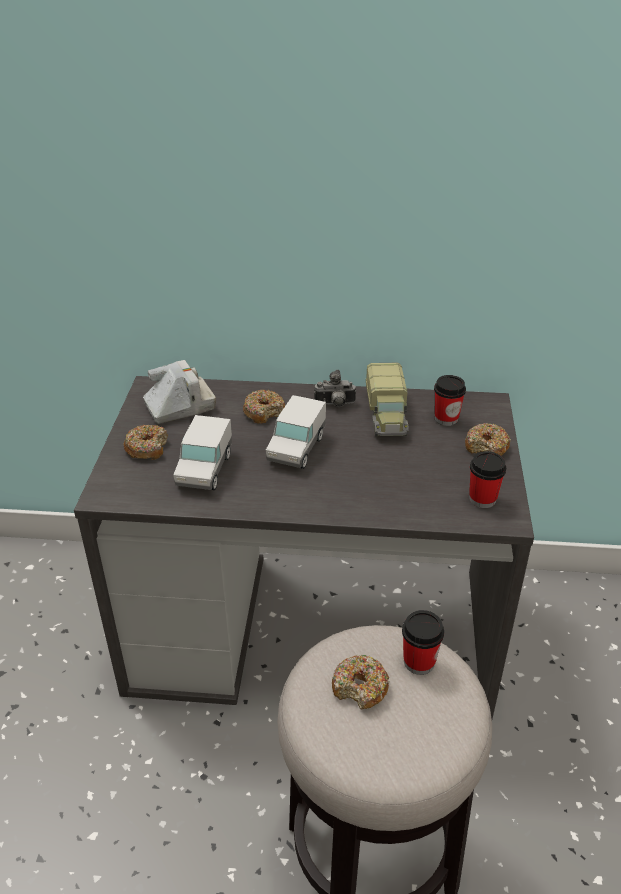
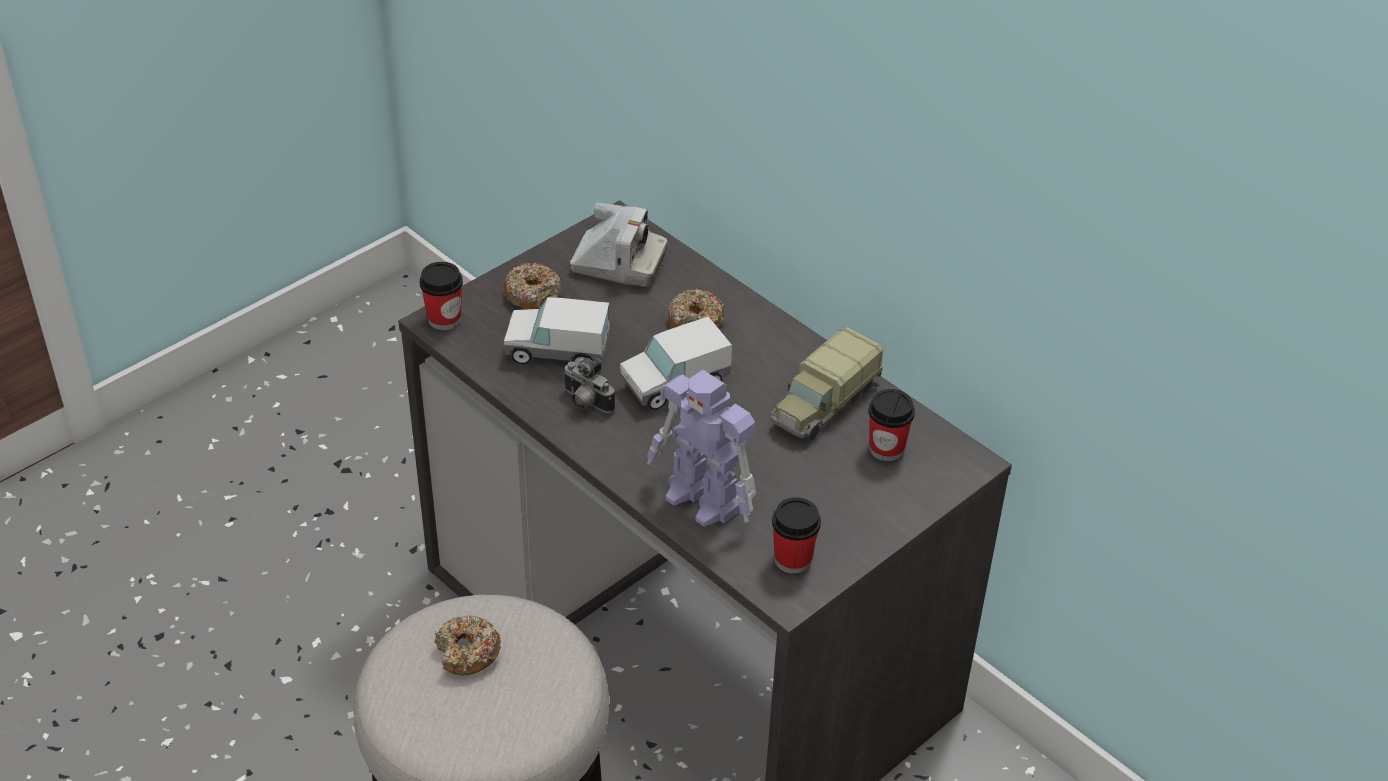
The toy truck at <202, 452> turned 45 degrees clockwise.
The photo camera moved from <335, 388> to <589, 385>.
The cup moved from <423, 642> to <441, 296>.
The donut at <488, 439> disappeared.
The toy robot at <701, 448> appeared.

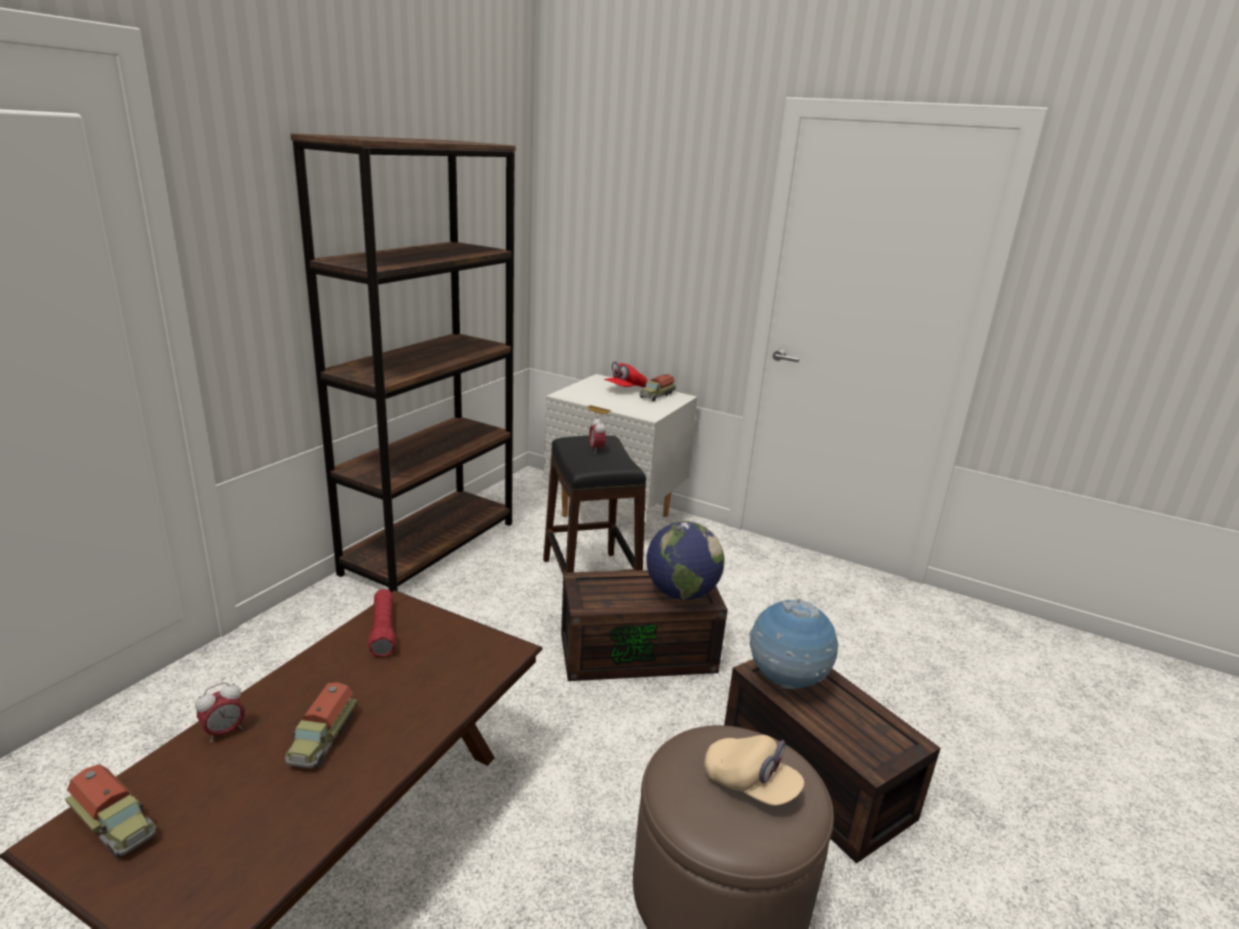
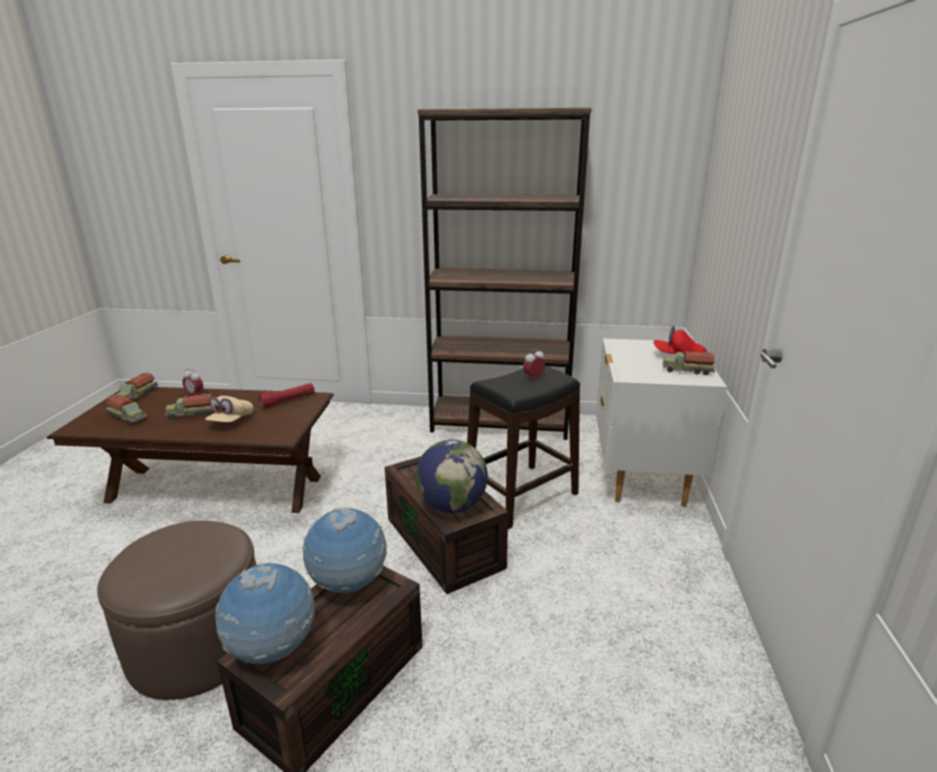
The beige cap moved from <754, 770> to <229, 409>.
The toy truck at <126, 410> appeared.
The globe at <265, 613> appeared.

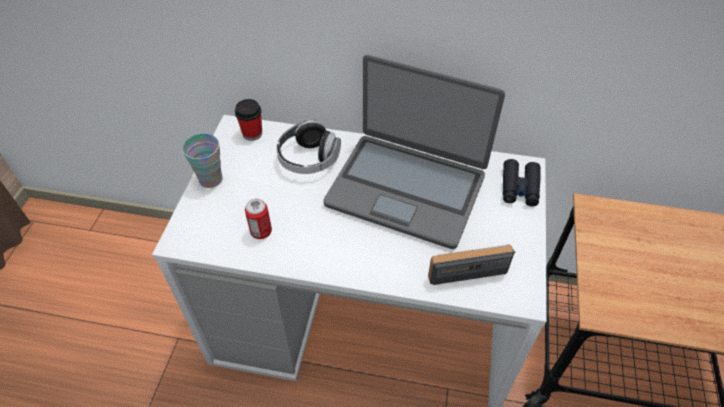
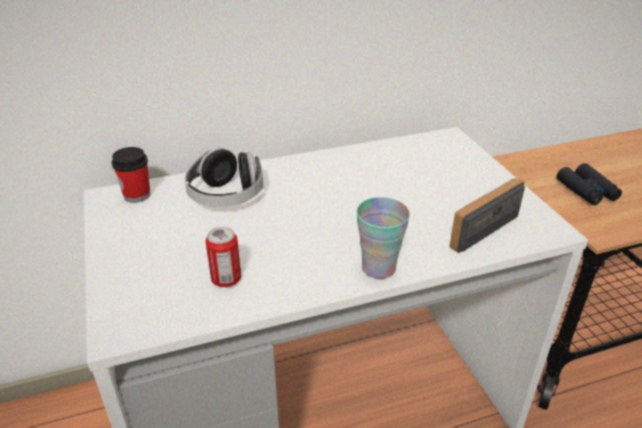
The cup moved from <202, 160> to <383, 238>.
The laptop at <414, 152> disappeared.
The black binoculars moved from <522, 183> to <589, 184>.

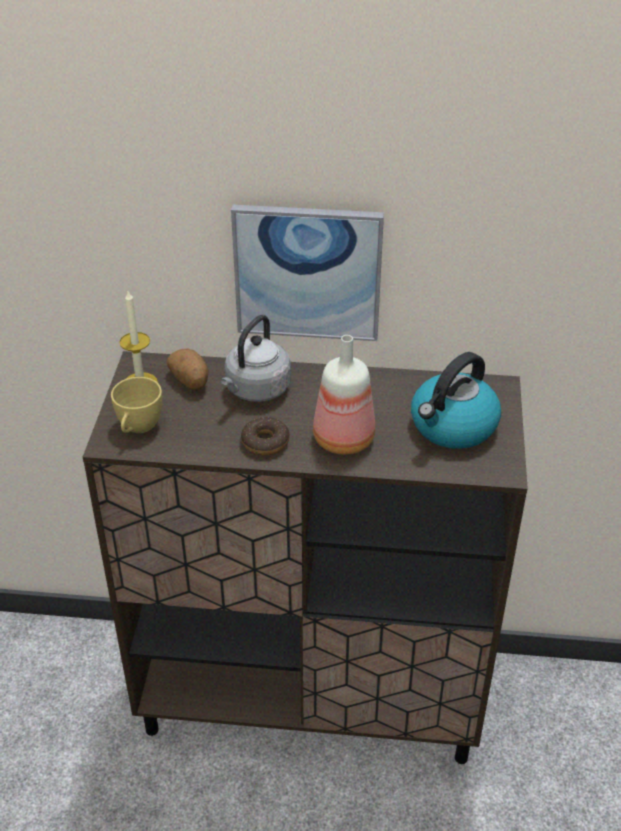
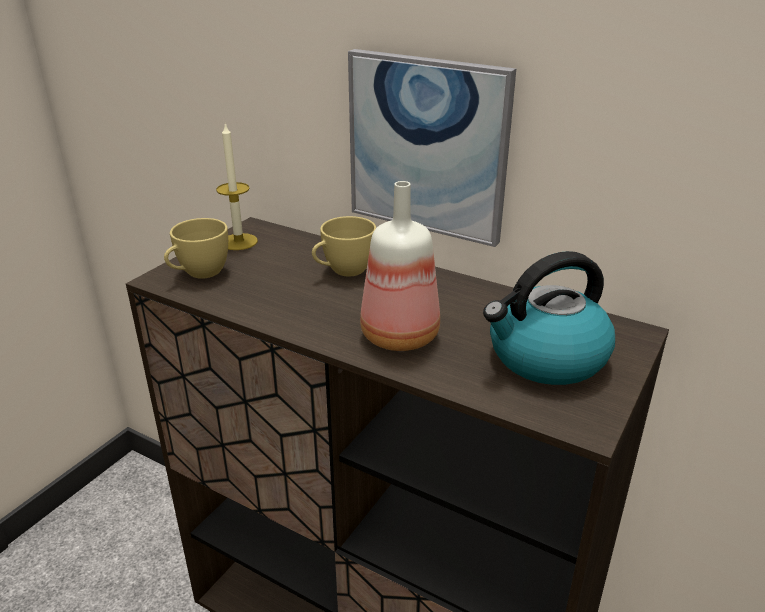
The potato at <187, 369> disappeared.
The grey kettle at <255, 358> was replaced by the yellow cup at <344, 246>.
The donut at <265, 436> disappeared.

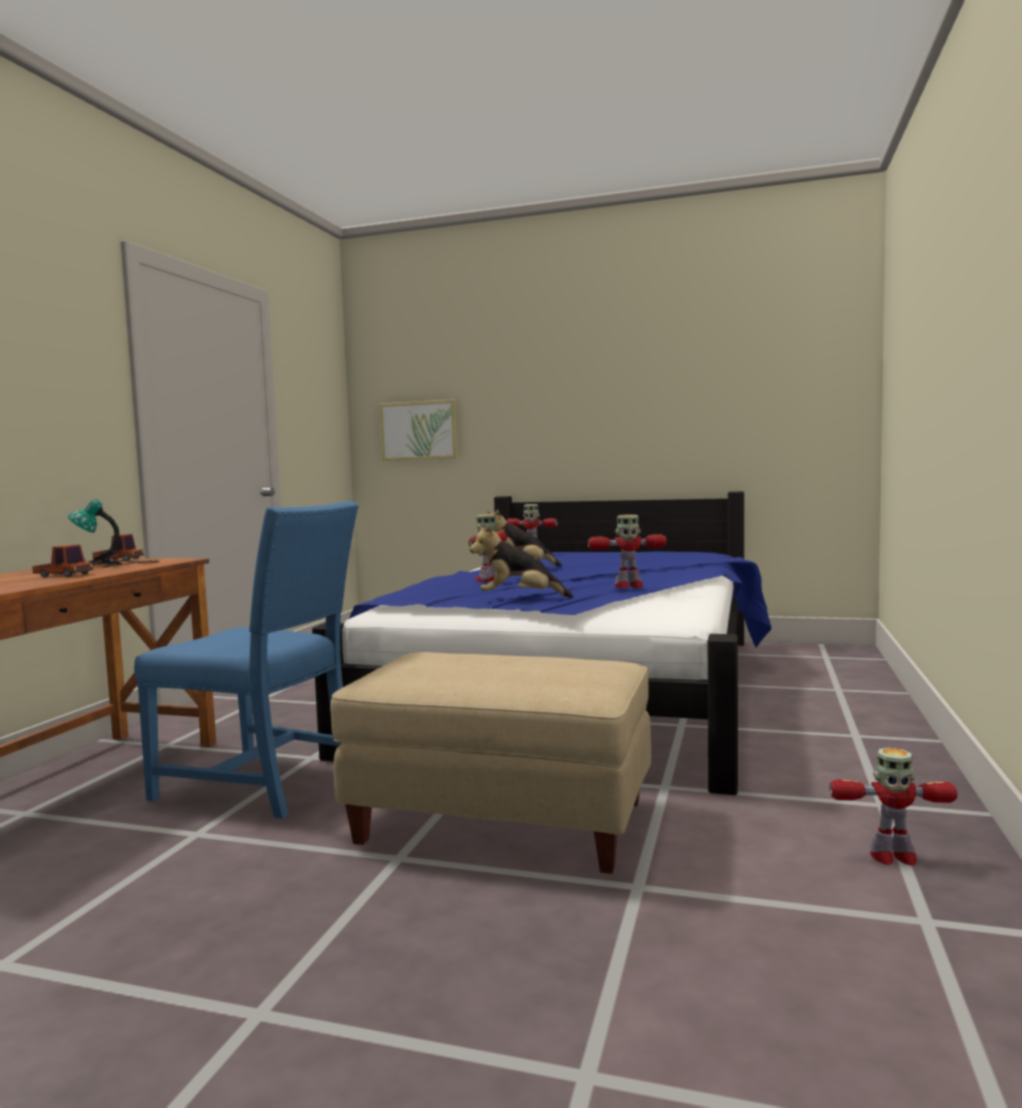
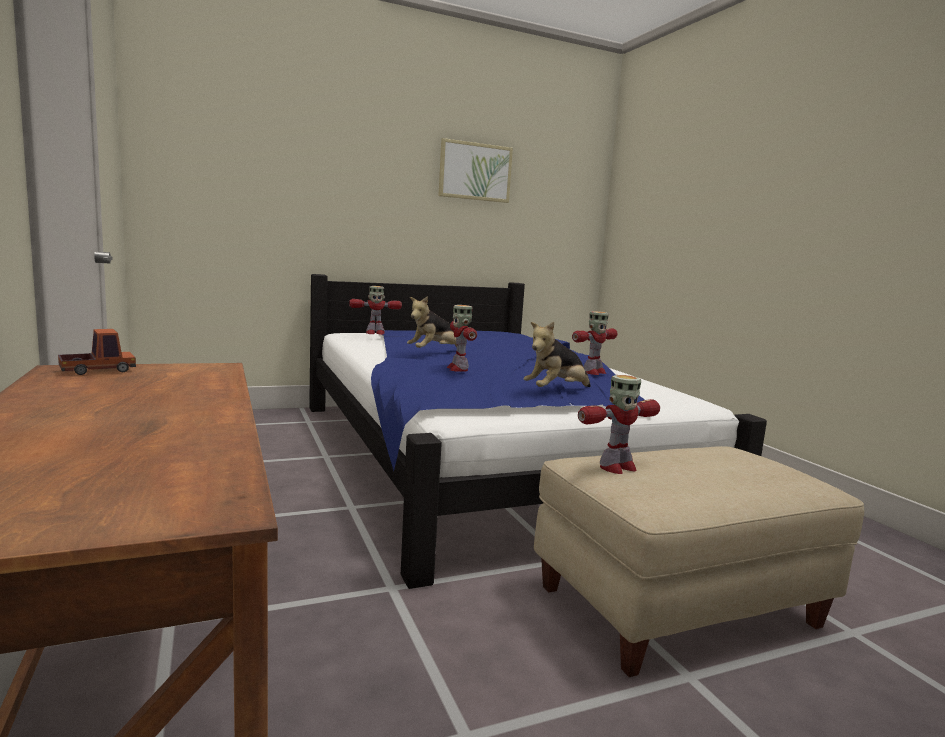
The toy truck at <62, 561> disappeared.
The table lamp at <113, 533> disappeared.
The blue chair at <246, 660> disappeared.
The picture moved from <418, 430> to <475, 170>.
The toy robot moved from <893, 806> to <619, 424>.

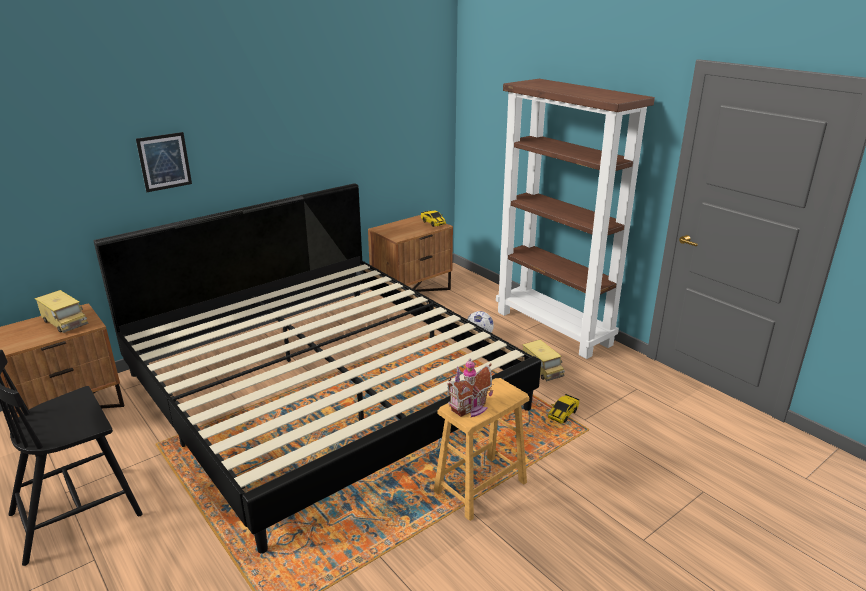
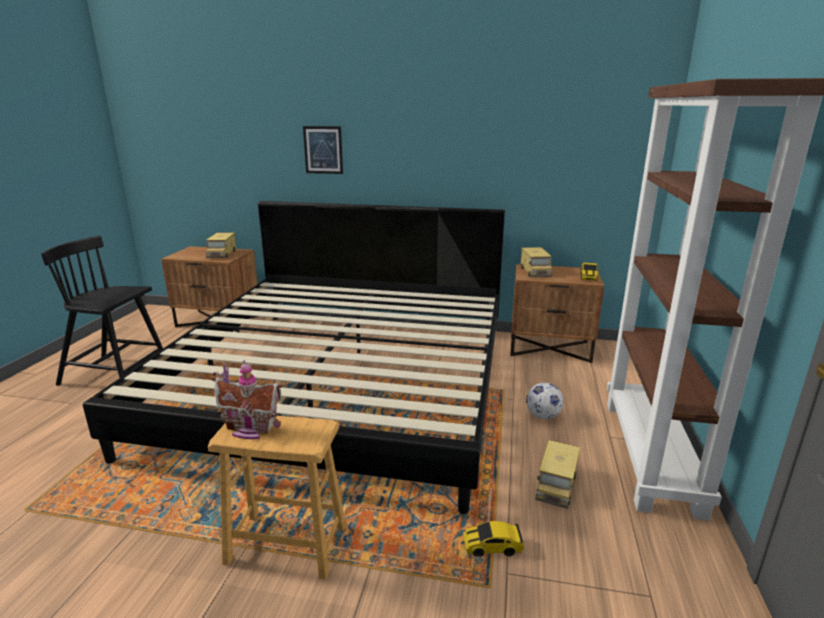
The toy truck at <537, 262> appeared.

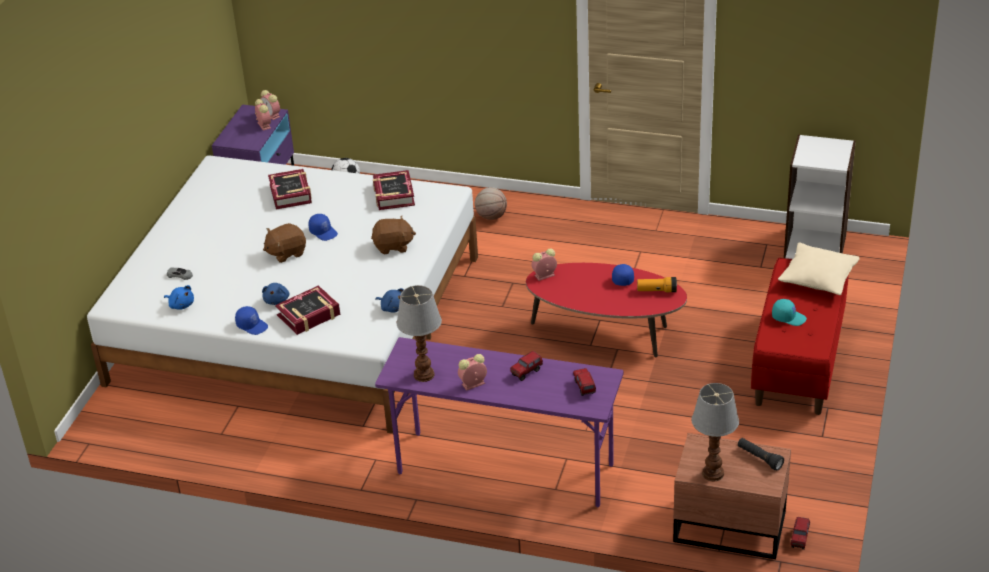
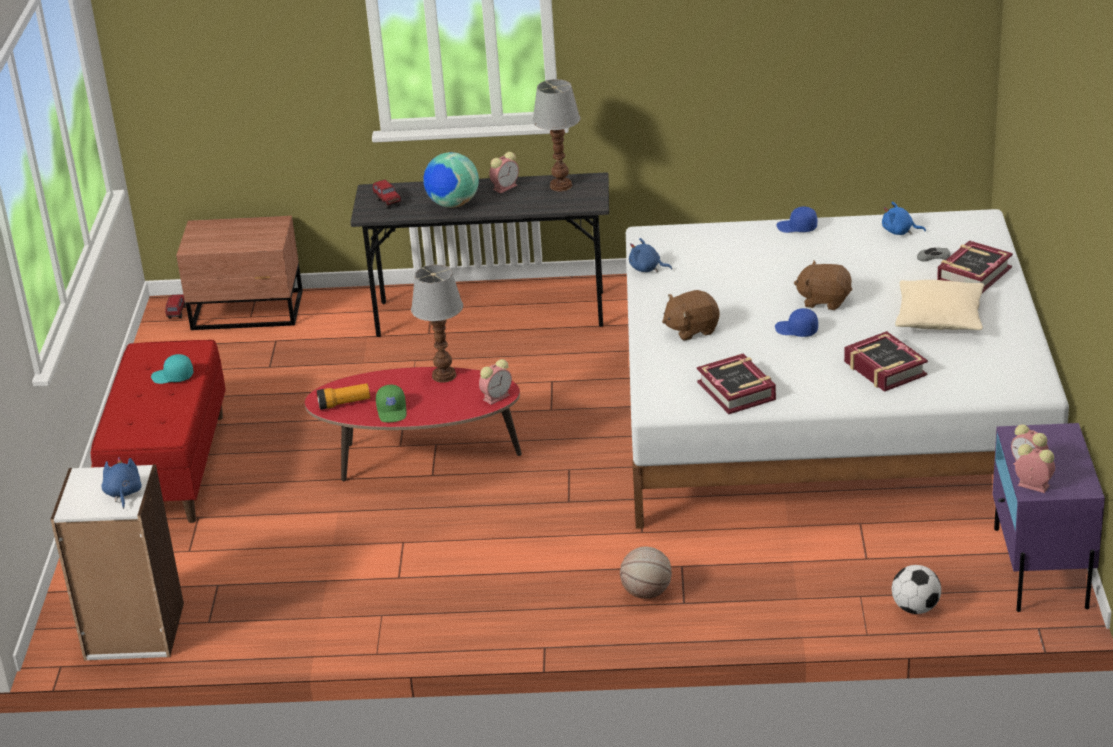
The blue plush toy moved from <276, 294> to <122, 483>.
The brown plush toy at <284, 243> turned 120 degrees counterclockwise.
The book moved from <307, 310> to <975, 267>.
The purple desk at <499, 422> became the grey desk at <479, 254>.
The toy truck at <526, 366> was replaced by the globe at <451, 180>.
The blue cap at <623, 275> became the green cap at <391, 403>.
The table lamp moved from <715, 432> to <437, 323>.
The black flashlight at <761, 454> disappeared.
The beige pillow moved from <819, 268> to <939, 305>.

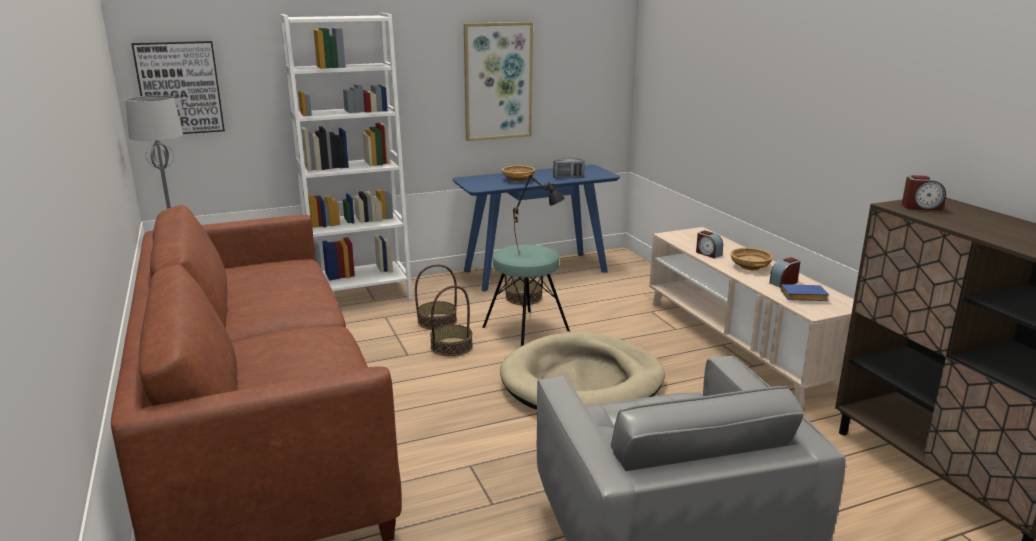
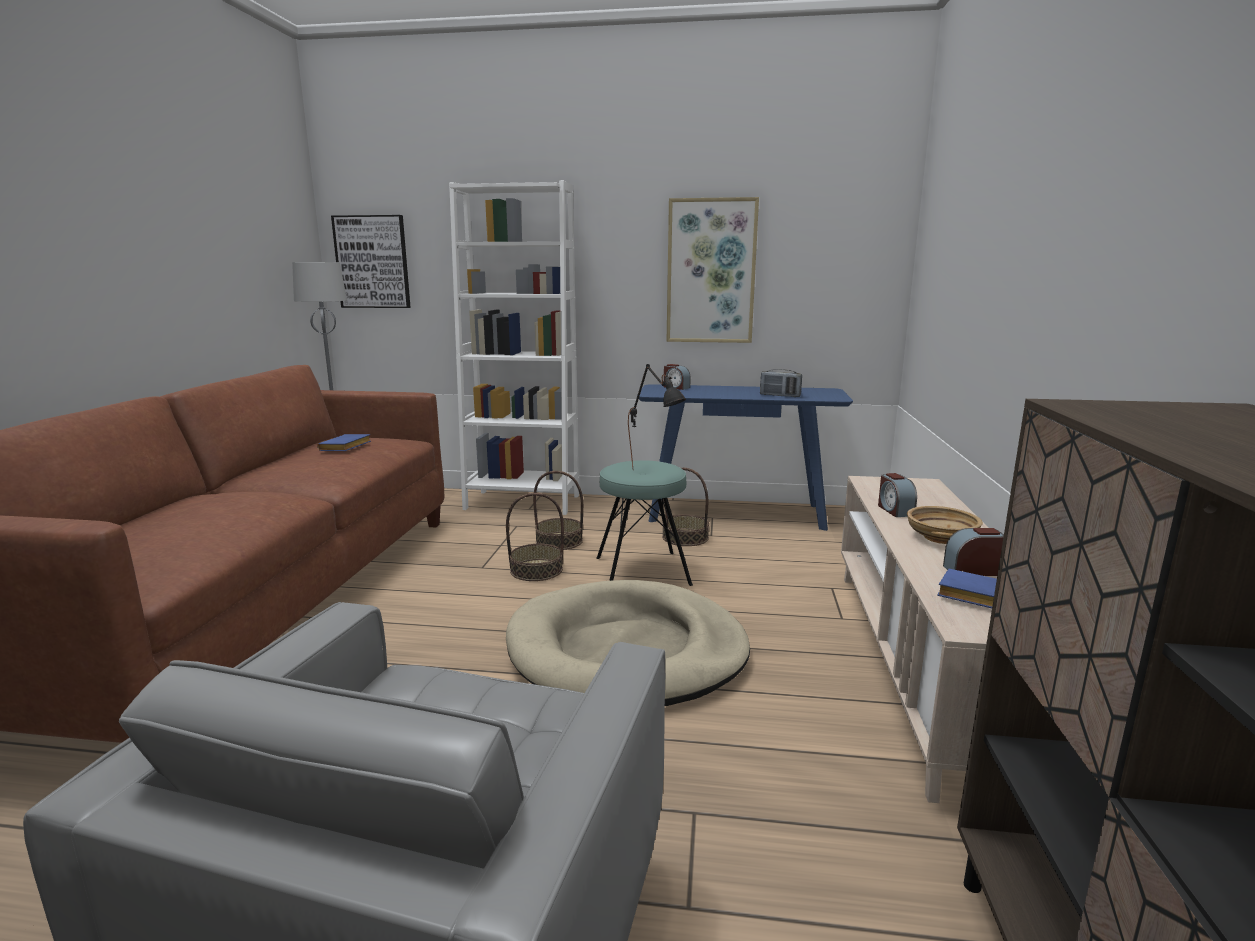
The beige bowl at <518, 173> disappeared.
The alarm clock moved from <924, 193> to <677, 377>.
The blue book at <344, 442> appeared.

